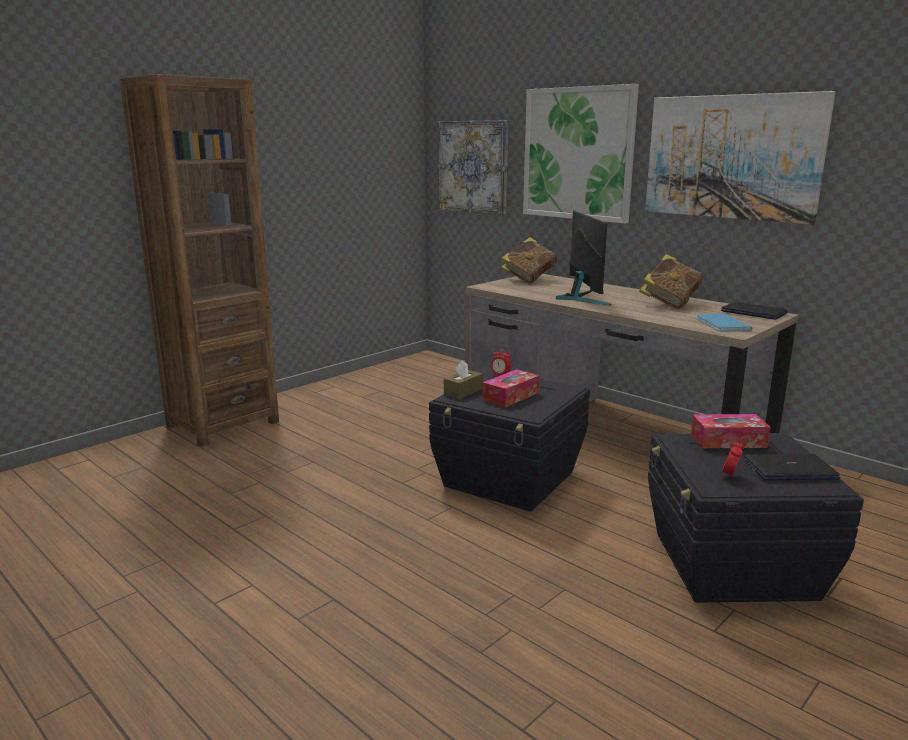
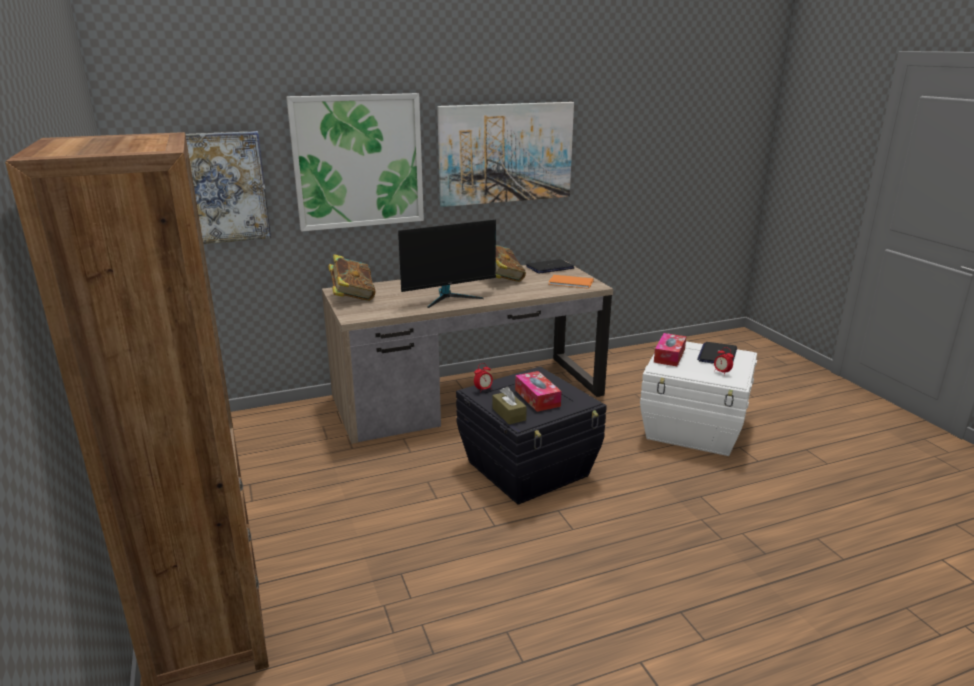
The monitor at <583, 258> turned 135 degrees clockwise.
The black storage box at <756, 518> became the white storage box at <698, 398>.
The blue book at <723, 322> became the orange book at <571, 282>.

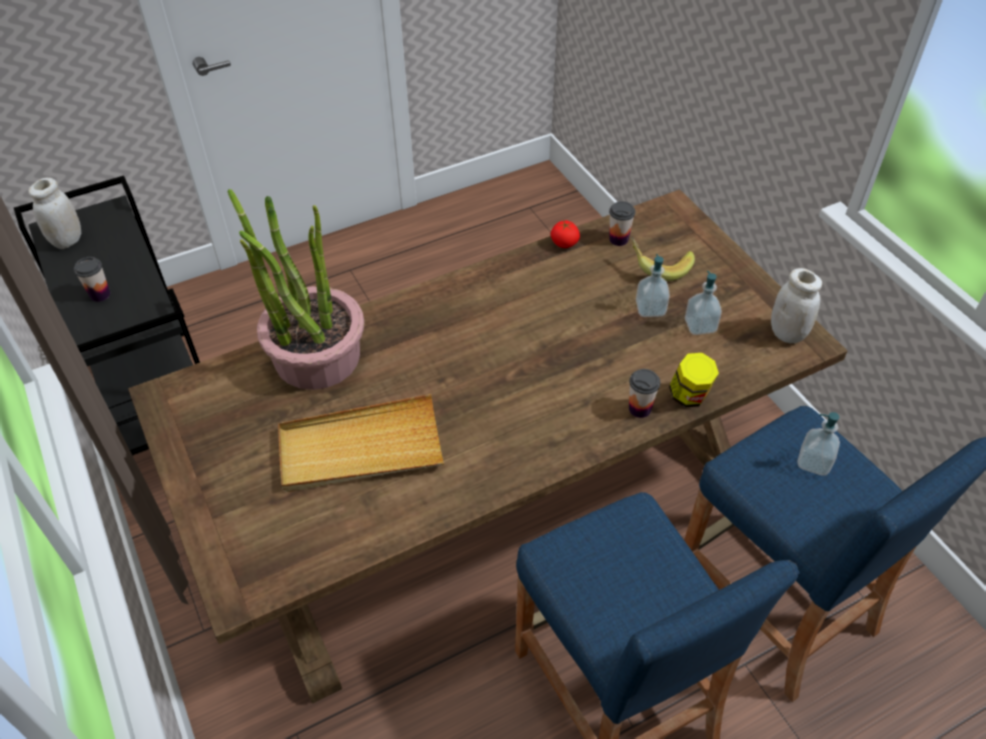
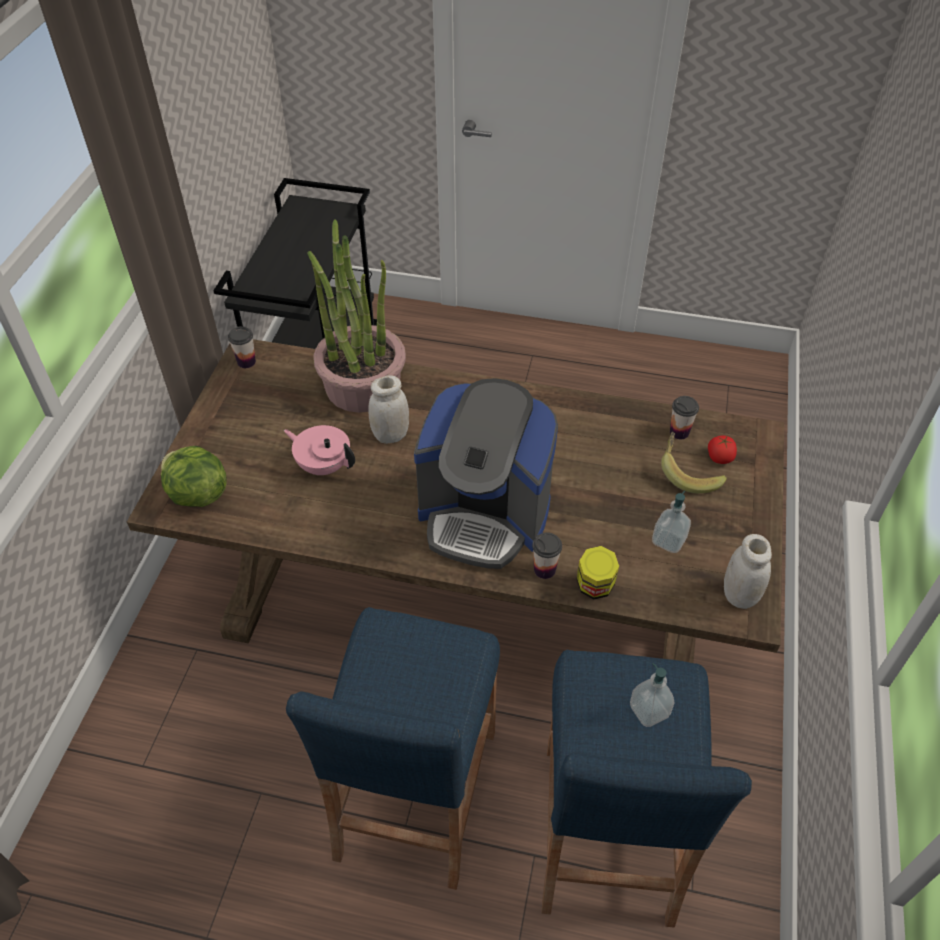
The white jar moved from <54, 213> to <388, 409>.
The cup moved from <92, 279> to <242, 347>.
The beige tray at <361, 443> was replaced by the pink teapot at <319, 450>.
The tomato moved from <565, 234> to <722, 449>.
The soap dispenser at <653, 285> disappeared.
The lettuce at <194, 476> appeared.
The coffee machine at <486, 473> appeared.

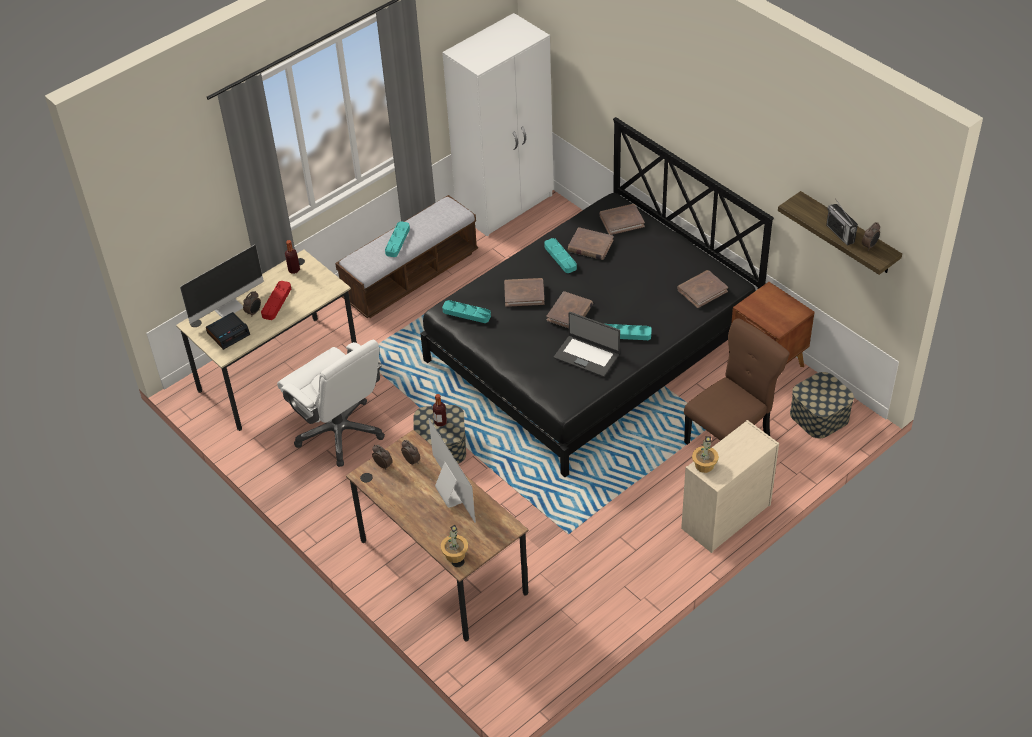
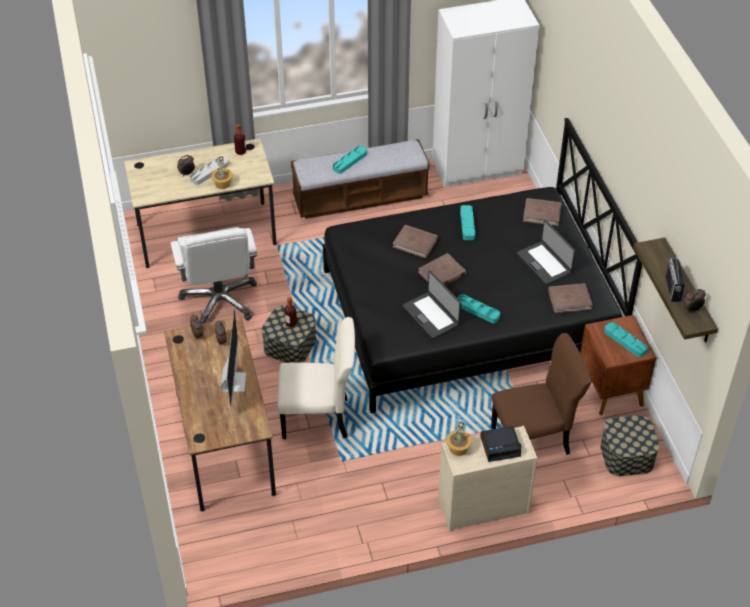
The monitor at <222, 284> disappeared.
The alarm clock moved from <228, 331> to <500, 444>.
The red tray at <276, 300> became the grey tray at <209, 170>.
The potted plant moved from <454, 544> to <222, 172>.
The turquoise tray moved from <466, 311> to <626, 339>.
The brown book at <591, 243> disappeared.
The beige chair at <316, 378> appeared.
The laptop at <546, 252> appeared.

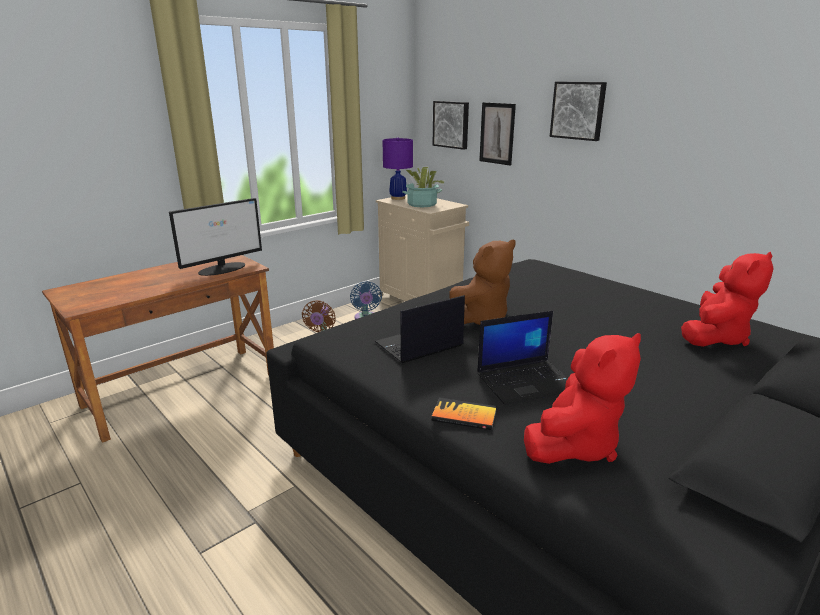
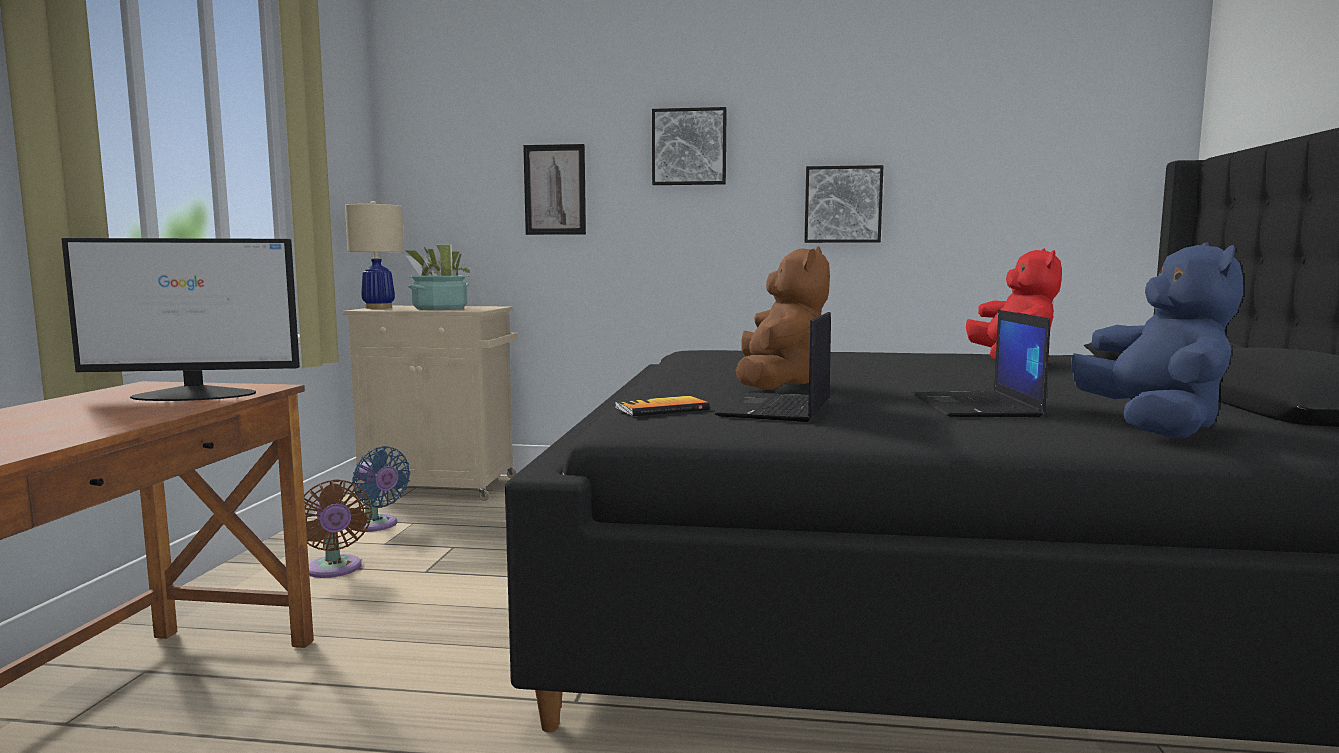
The monitor at <215, 237> turned 75 degrees clockwise.
The purple table lamp at <397, 168> became the beige table lamp at <374, 255>.
The book moved from <464, 414> to <662, 405>.
The picture moved from <451, 125> to <843, 204>.
The laptop at <522, 357> turned 150 degrees clockwise.
The red plush toy at <582, 398> became the blue plush toy at <1157, 340>.

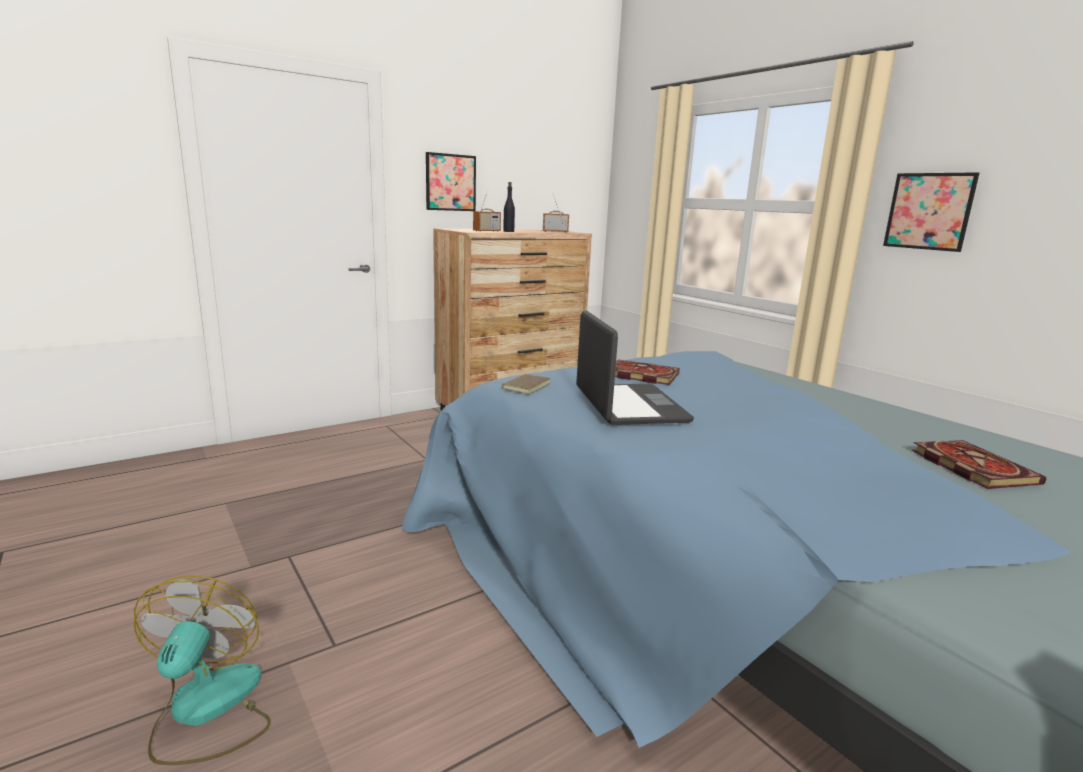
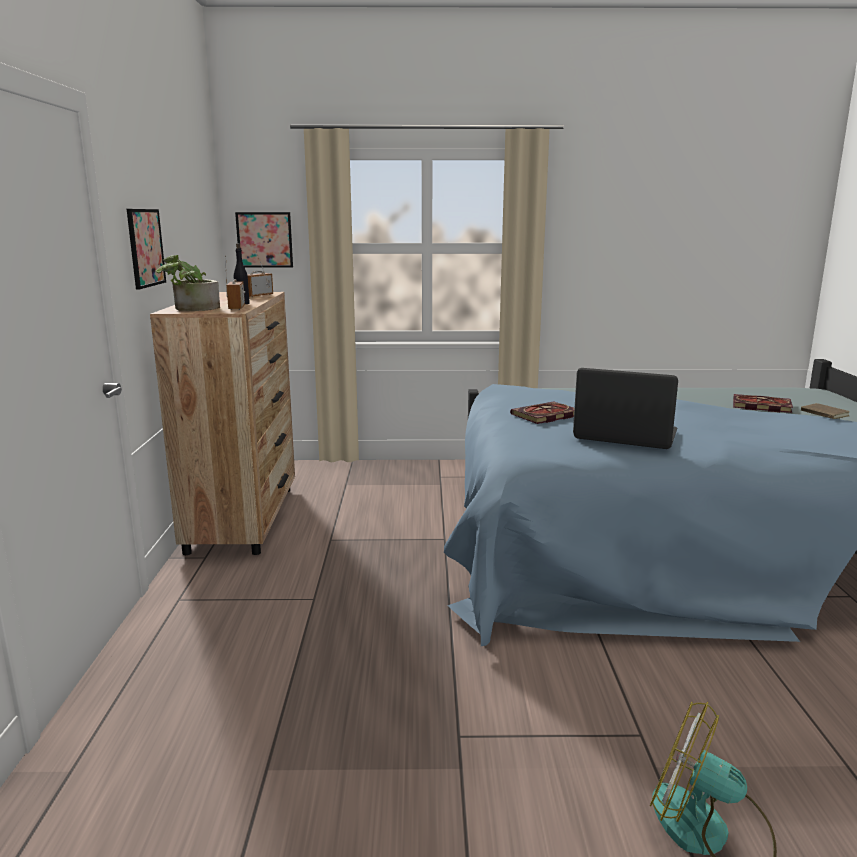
The brown book moved from <523, 384> to <825, 411>.
The picture moved from <931, 212> to <264, 240>.
The potted plant at <188, 283> appeared.

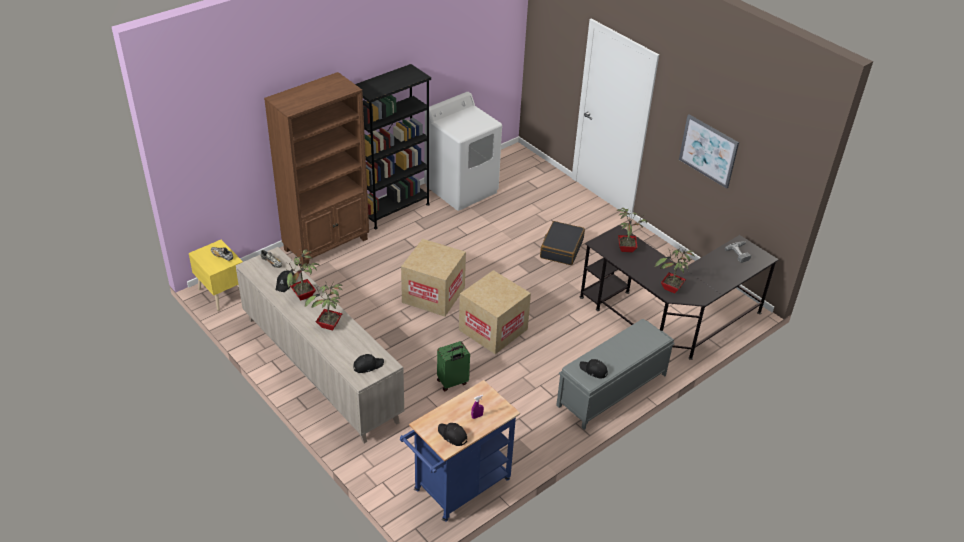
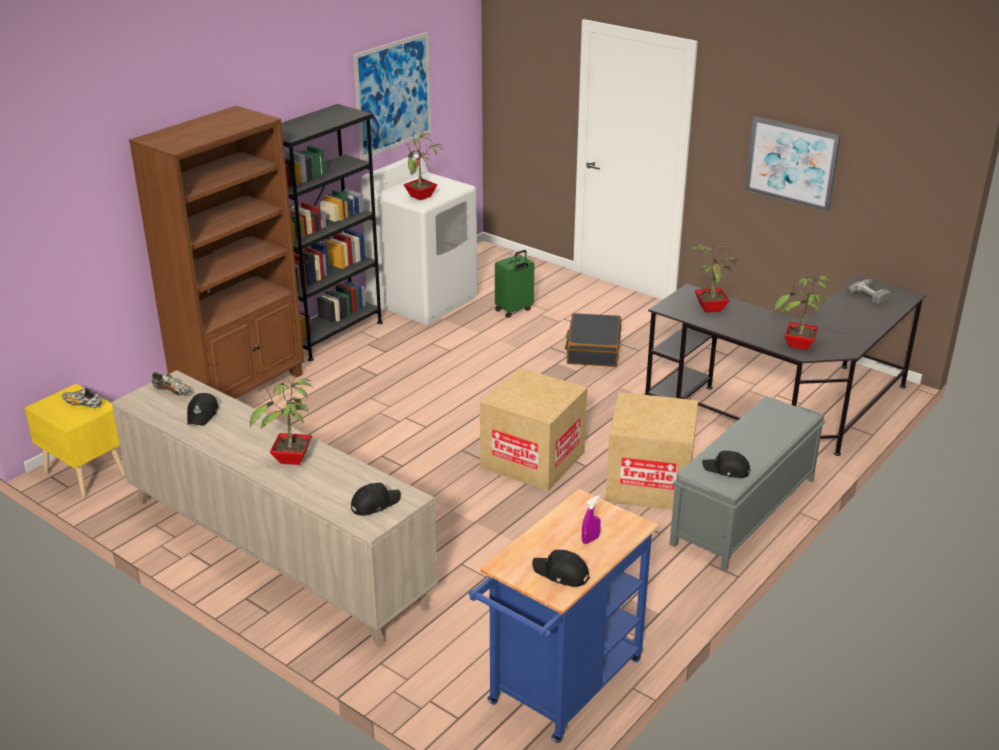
The potted plant moved from <303, 274> to <423, 165>.
The cardboard box moved from <433, 278> to <651, 451>.
The green suitcase moved from <453, 366> to <514, 284>.
The picture at <392, 96> appeared.

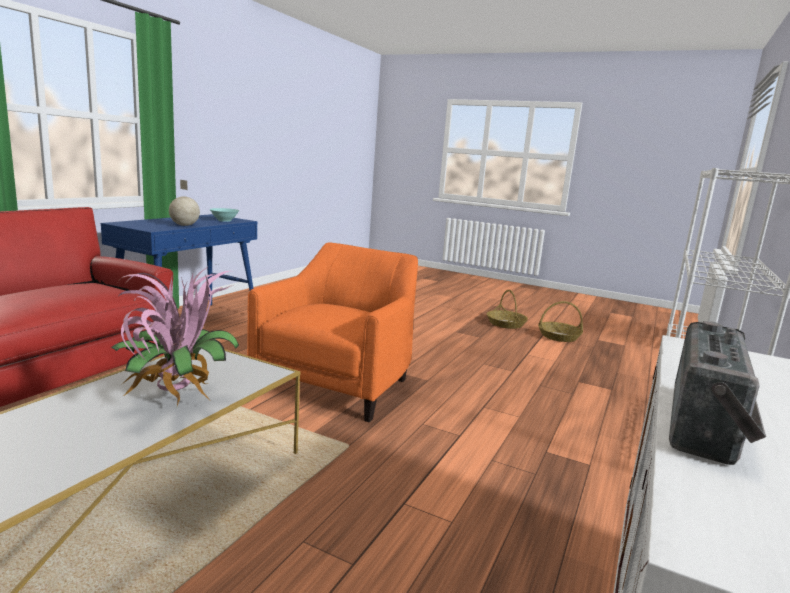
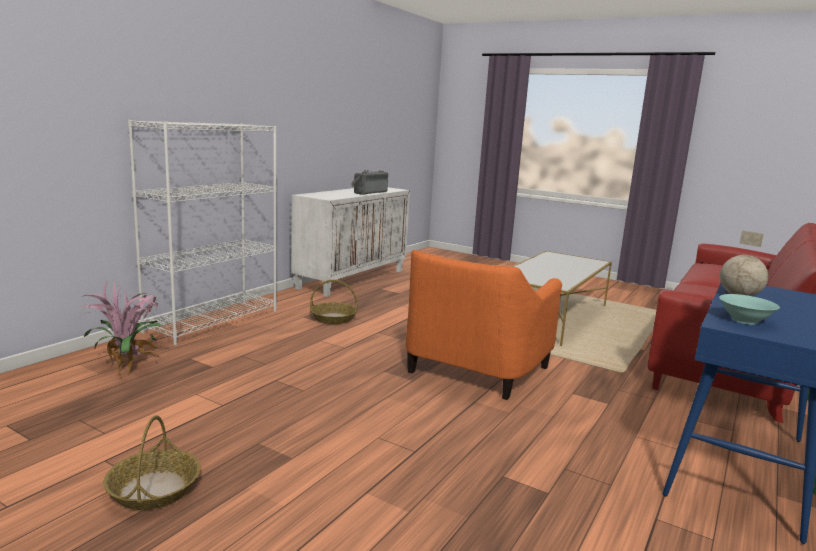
The potted plant moved from <175, 336> to <121, 329>.
The basket moved from <560, 321> to <334, 302>.

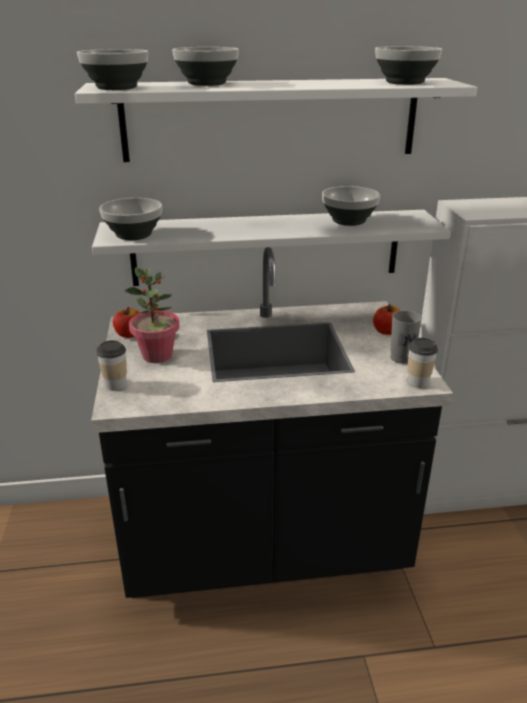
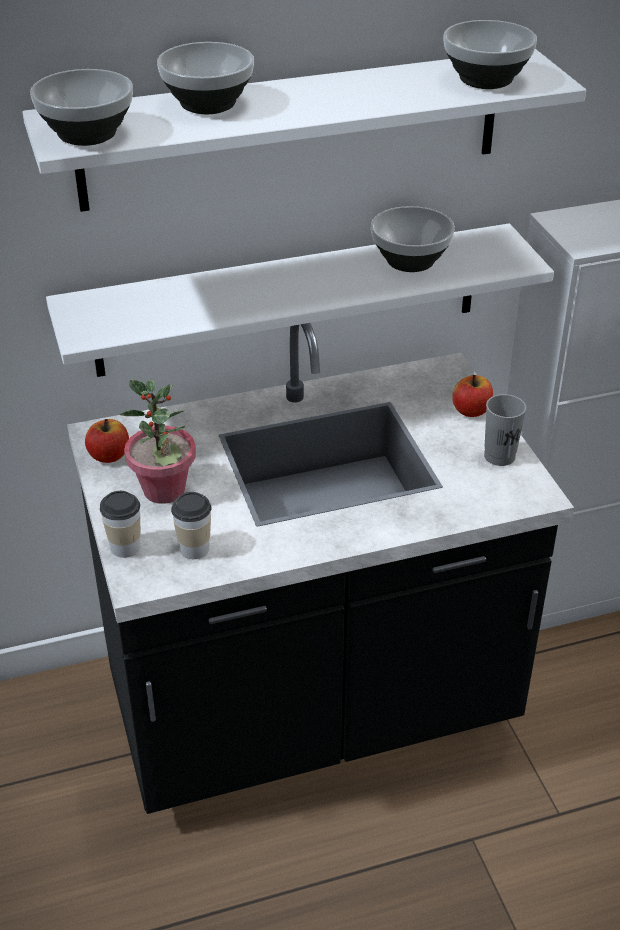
The bowl at <130, 219> disappeared.
The cup moved from <423, 363> to <191, 525>.

